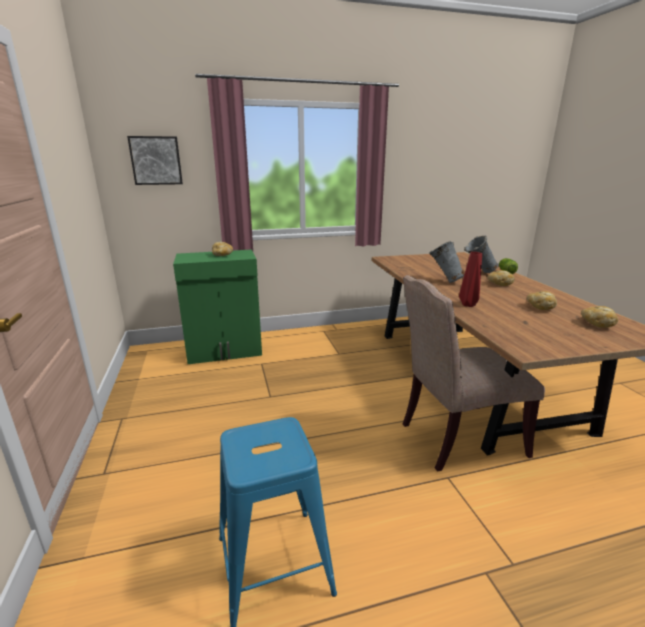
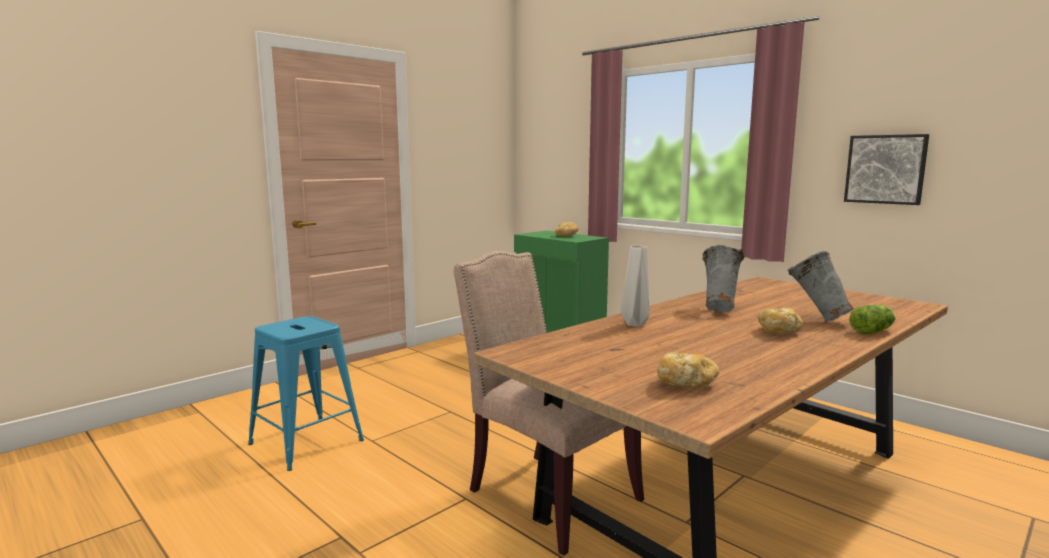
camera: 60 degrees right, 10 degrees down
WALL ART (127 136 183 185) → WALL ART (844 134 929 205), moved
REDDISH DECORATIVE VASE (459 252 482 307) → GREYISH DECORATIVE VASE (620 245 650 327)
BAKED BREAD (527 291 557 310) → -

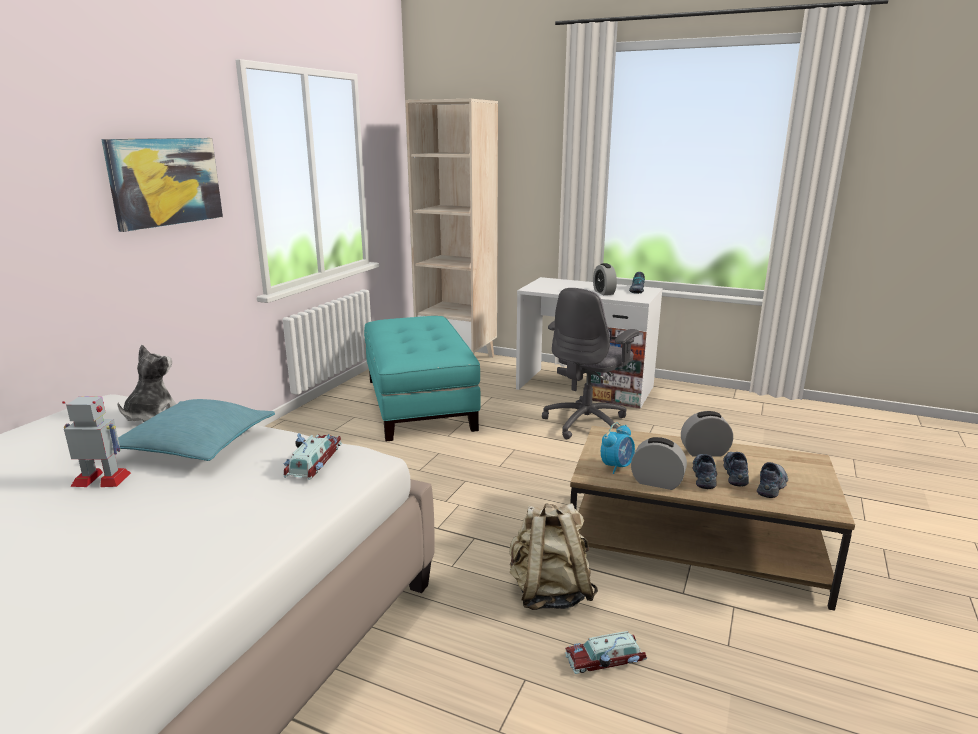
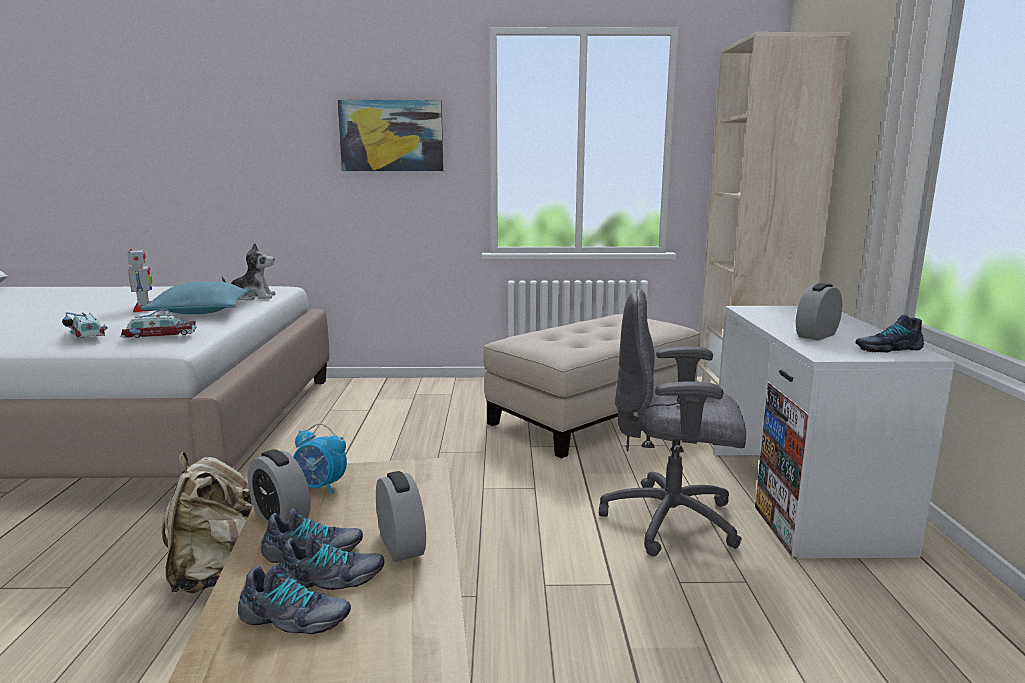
camera: 65 degrees right, 5 degrees down
TURQUOISE OTTOMAN (364 316 481 441) → SAND-COLOURED OTTOMAN (483 314 700 459)
MODEL CAR (565 631 647 674) → MODEL CAR (62 312 108 340), moved
TABLE CLOCK (631 437 687 490) → TABLE CLOCK (247 449 310 522), 135 degrees clockwise

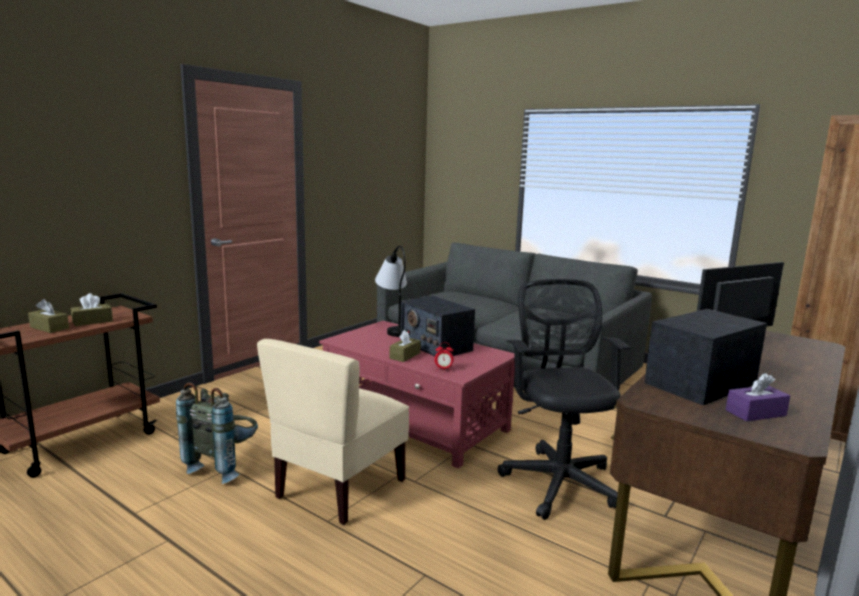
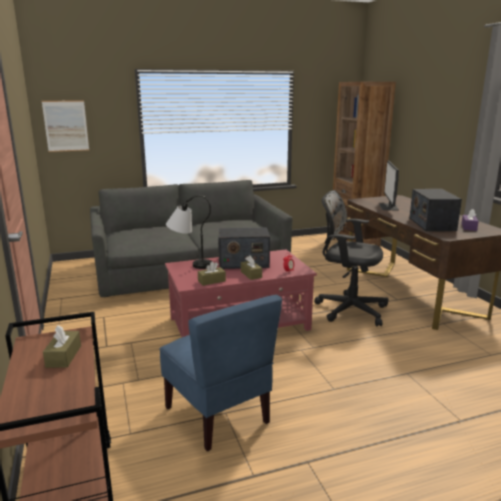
camera: 55 degrees left, 5 degrees up
BROWNISH TISSUE HOLDER (28 299 69 333) → BROWNISH TISSUE HOLDER (198 262 226 286), moved
GREYISH BACKPACK (176 382 258 484) → BLUISH PLAIN CHAIR (159 295 282 451)
SAND-COLOURED PLAIN CHAIR (257 339 409 525) → -
- → WALL ART (42 100 89 152)

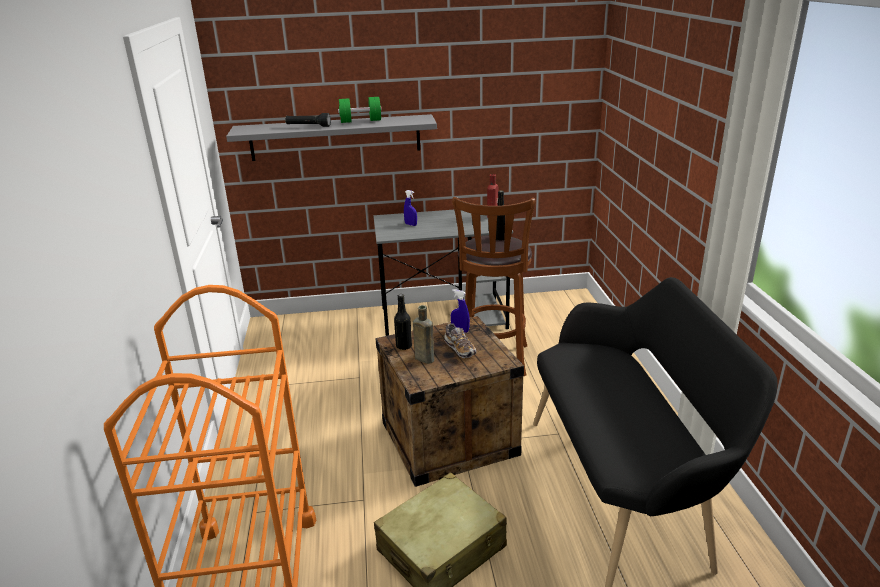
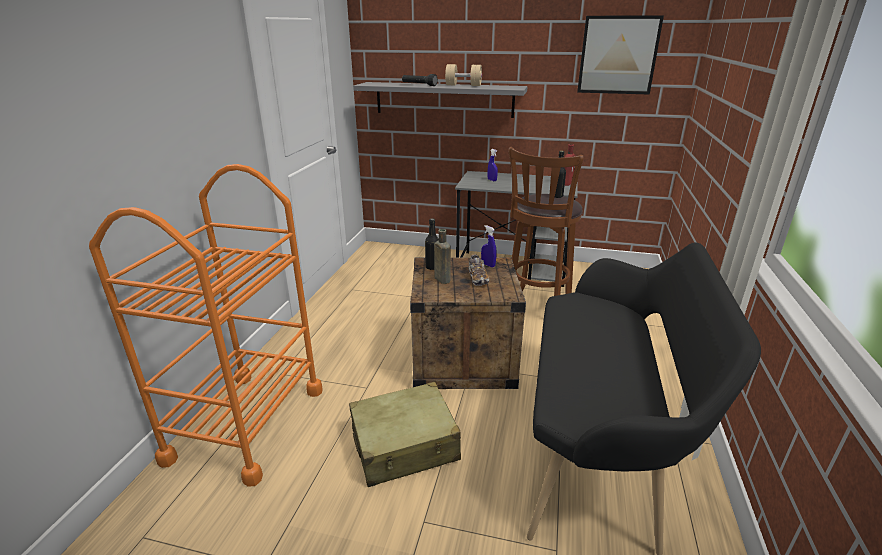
camera: 20 degrees right, 0 degrees up
GREENISH DUMBBELL (338 97 382 123) → SAND-COLOURED DUMBBELL (445 64 482 86)
- → WALL ART (577 15 664 95)

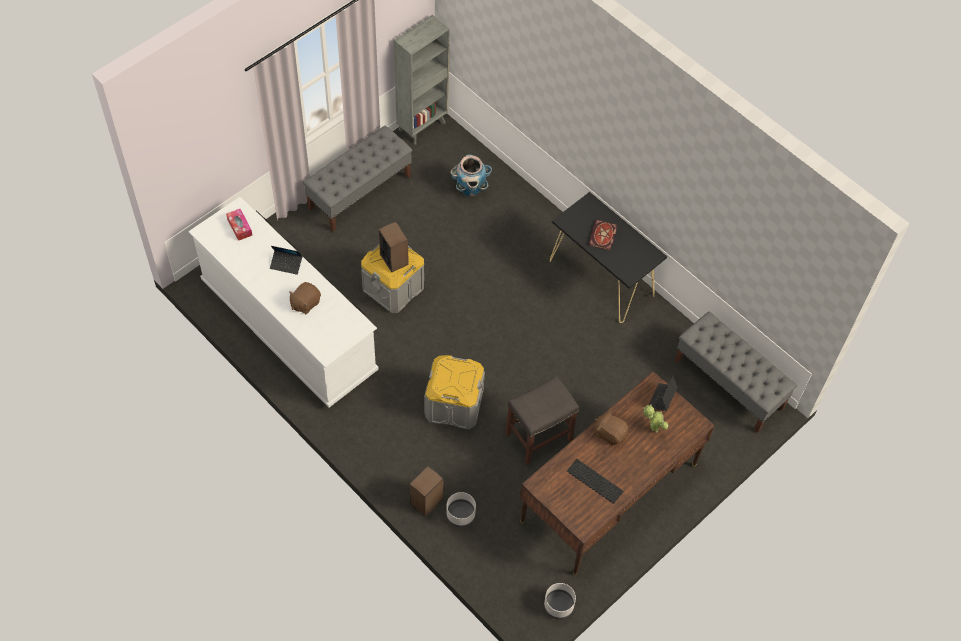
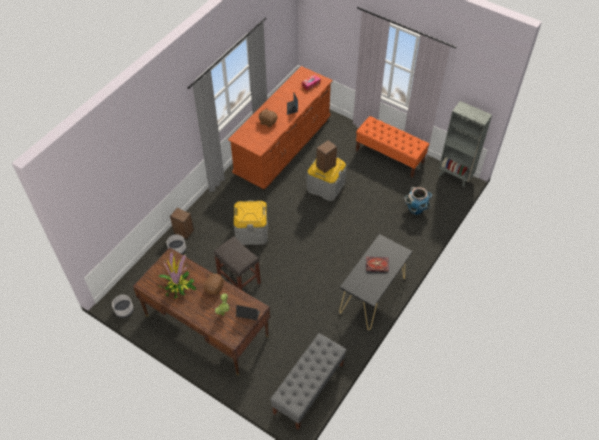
camera: 80 degrees right, 5 degrees down
WHITE-COLOURED CHEST OF DRAWERS (188 197 379 408) → BROWNISH CHEST OF DRAWERS (228 66 333 189)
GREYISH INDOOR BENCH (303 126 413 232) → ORANGEY INDOOR BENCH (356 116 429 178)
PC KEYBOARD (567 459 623 504) → PLANT IN A POT (159 251 196 299)

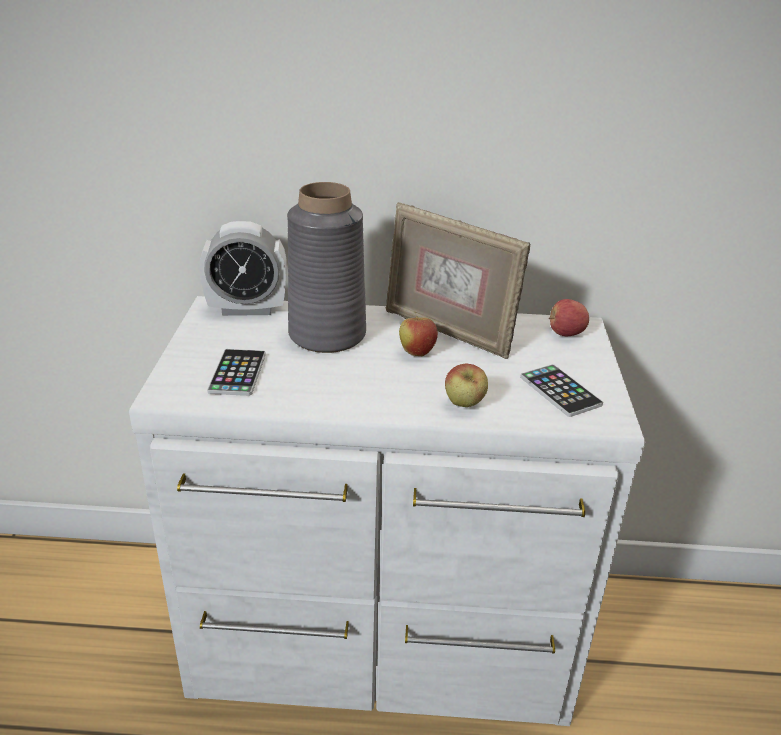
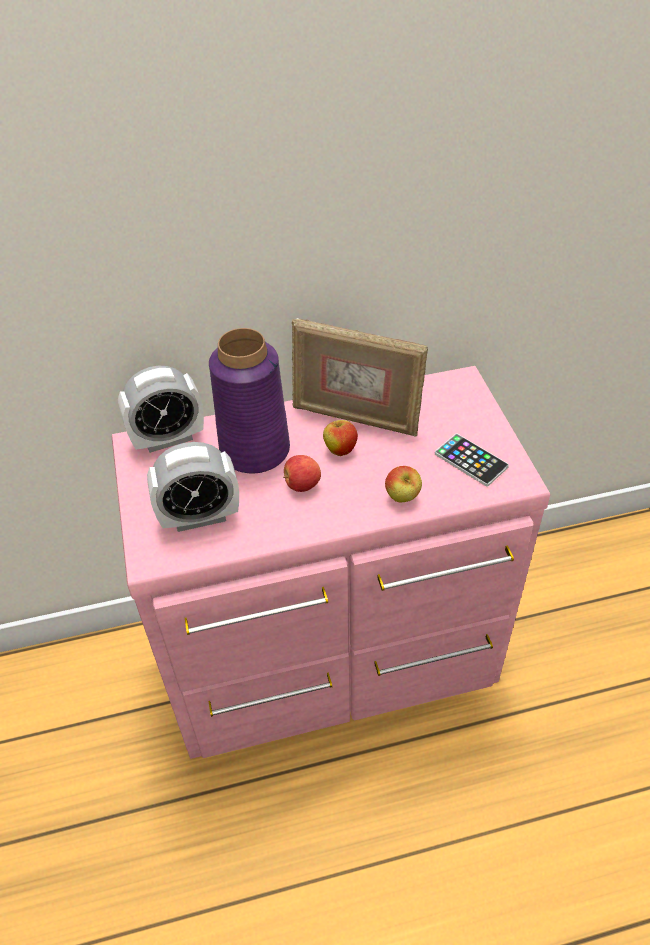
camera: 15 degrees left, 15 degrees up
WHITE-COLOURED CHEST OF DRAWERS (129 296 645 726) → PINK CHEST OF DRAWERS (112 366 550 759)
HANDSET (207 349 266 396) → TABLE CLOCK (147 442 239 532)
GREYISH DECORATIVE VASE (287 182 366 353) → PURPLISH DECORATIVE VASE (209 328 290 473)
WHOLE APPLE (549 299 589 336) → WHOLE APPLE (283 455 321 492), moved

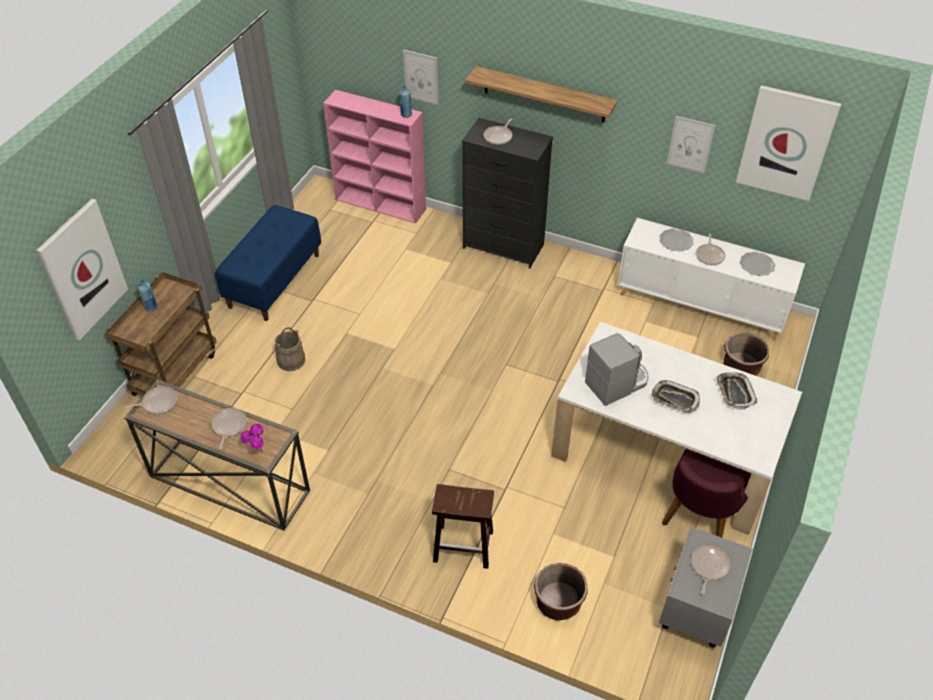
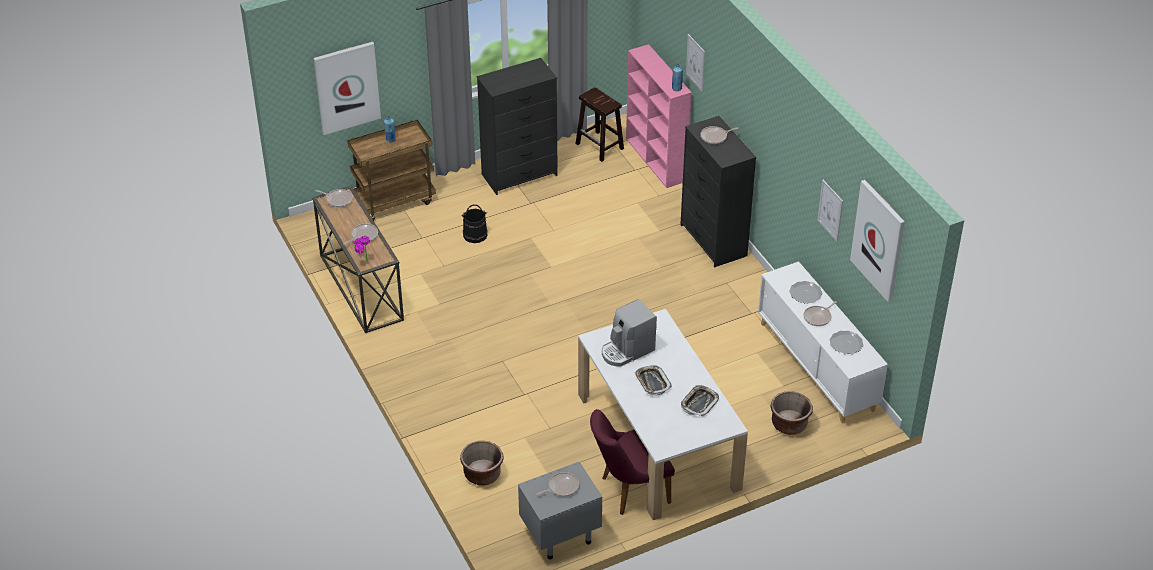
camera: 40 degrees right, 5 degrees down
BLUISH INDOOR BENCH (215 205 321 321) → BLACK CHEST OF DRAWERS (477 58 558 195)
SAND-COLOURED WATER BUCKET (275 327 305 371) → BLACK WATER BUCKET (461 204 488 243)
BROWNISH STOOL (432 484 494 569) → BROWNISH STOOL (576 87 624 162), moved
SHELF (466 66 618 122) → -
COFFEE BREWER (585 333 648 406) → COFFEE BREWER (602 299 657 367), 135 degrees clockwise

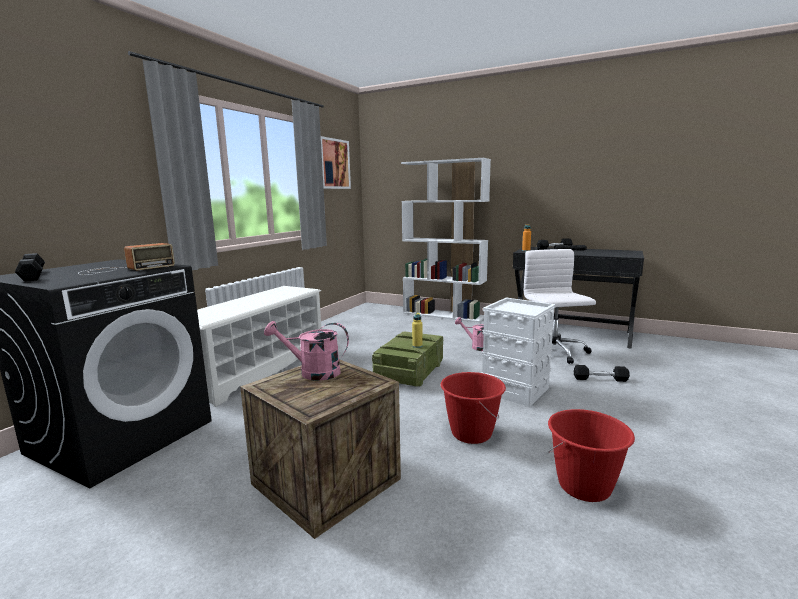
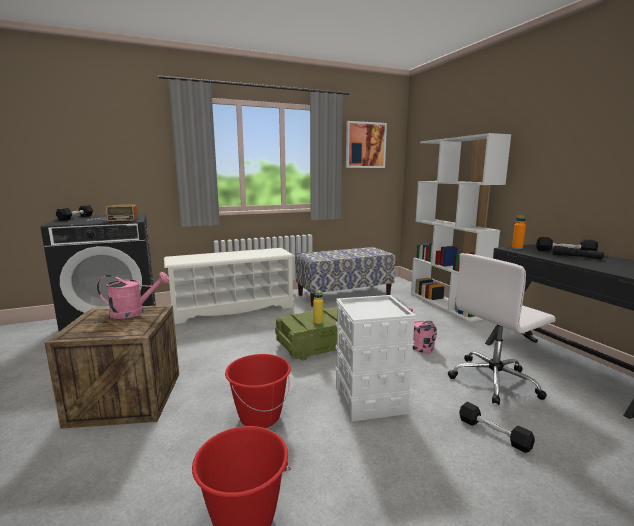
camera: 40 degrees right, 0 degrees up
PINK WATERING POT (264 321 349 381) → PINK WATERING POT (97 272 169 319), 120 degrees clockwise
WHITE-COLOURED DESK CHAIR (524 249 596 364) → WHITE-COLOURED DESK CHAIR (448 253 556 405), 150 degrees counterclockwise
- → INDOOR BENCH (295 247 396 307)

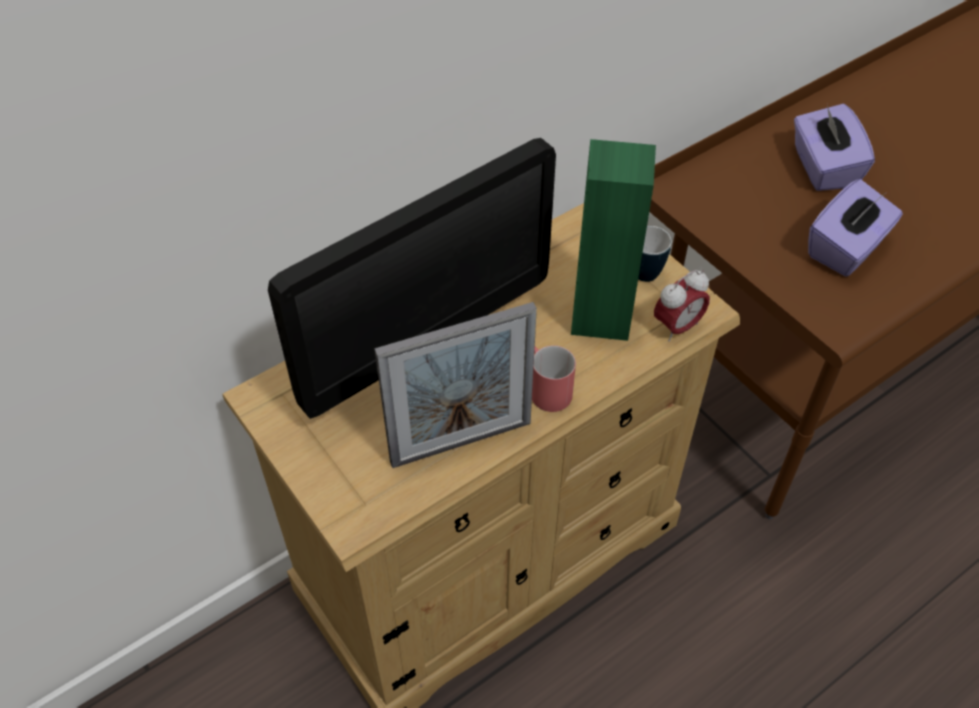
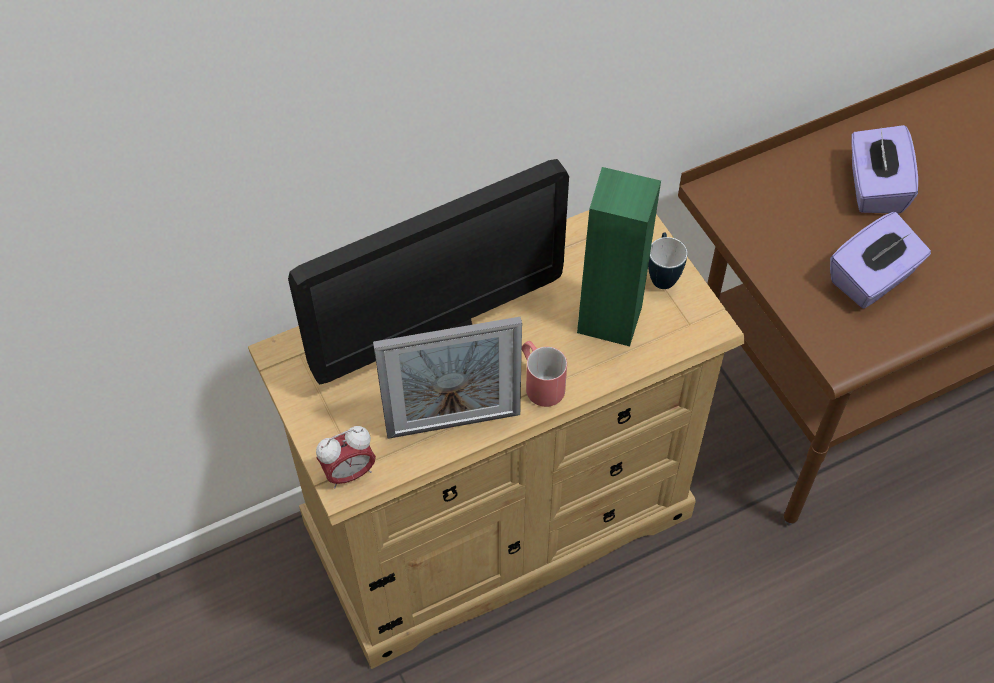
camera: 10 degrees right, 5 degrees up
TABLE CLOCK (654 270 710 342) → TABLE CLOCK (316 426 376 488), moved

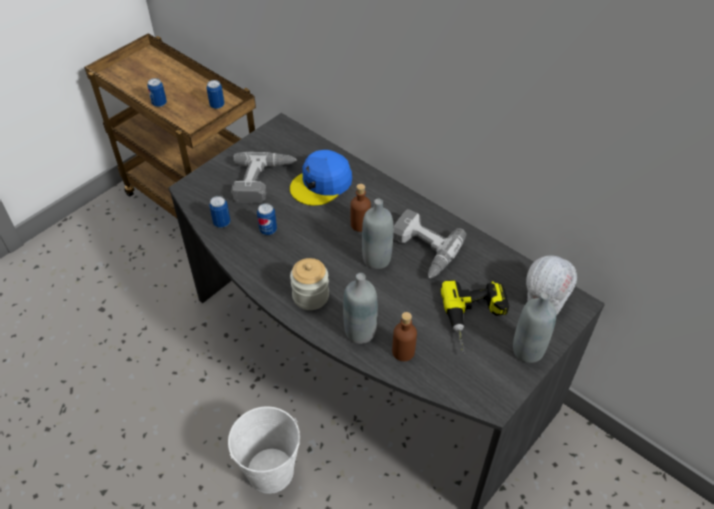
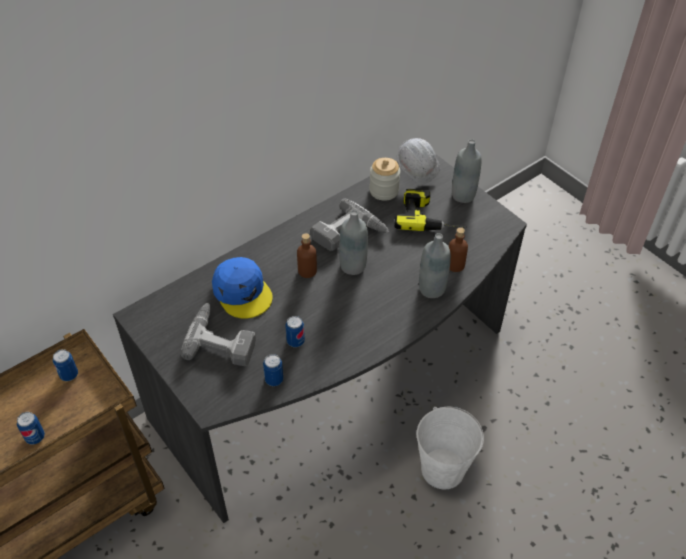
camera: 80 degrees left, 0 degrees up
STORAGE JAR (290 258 329 310) → STORAGE JAR (369 158 401 201), moved

